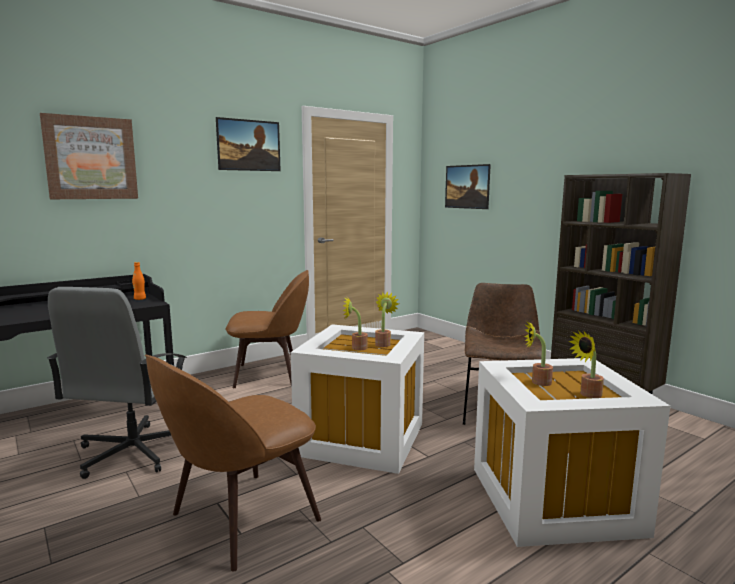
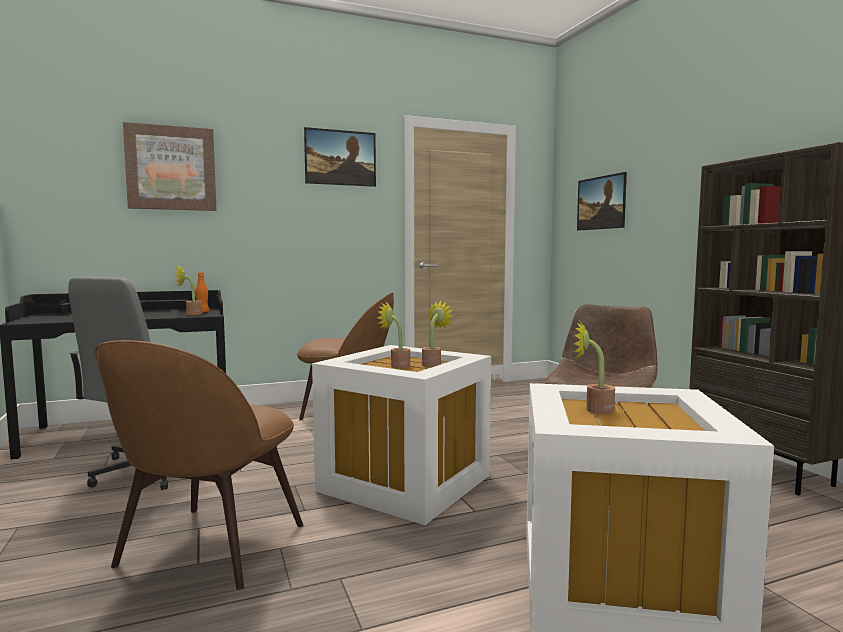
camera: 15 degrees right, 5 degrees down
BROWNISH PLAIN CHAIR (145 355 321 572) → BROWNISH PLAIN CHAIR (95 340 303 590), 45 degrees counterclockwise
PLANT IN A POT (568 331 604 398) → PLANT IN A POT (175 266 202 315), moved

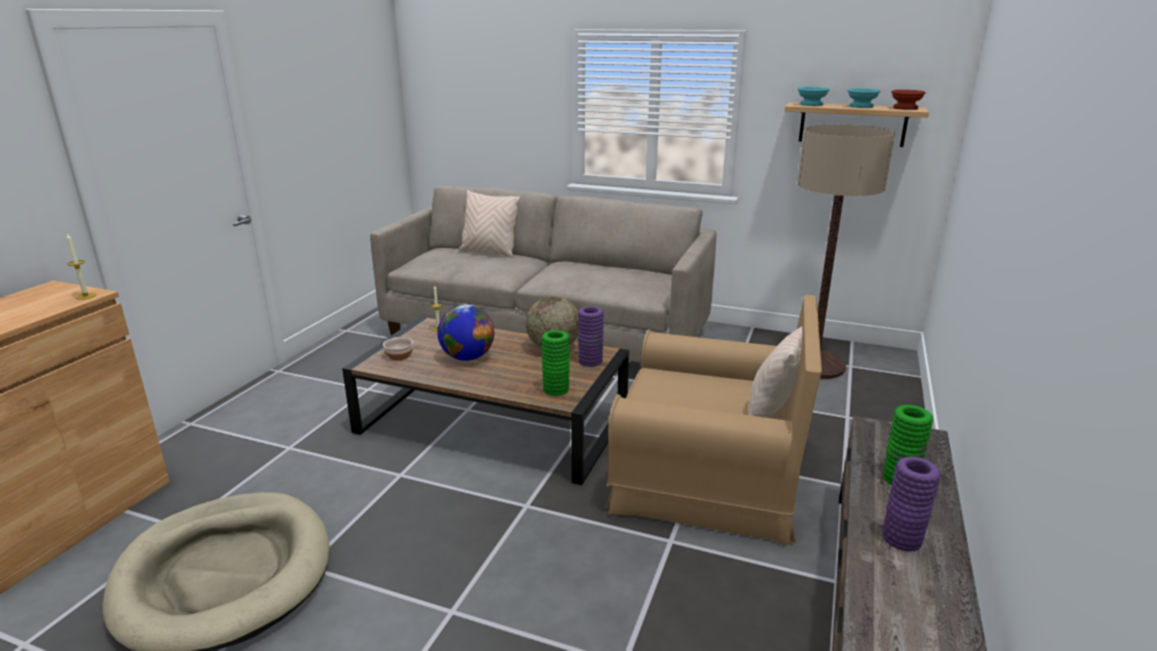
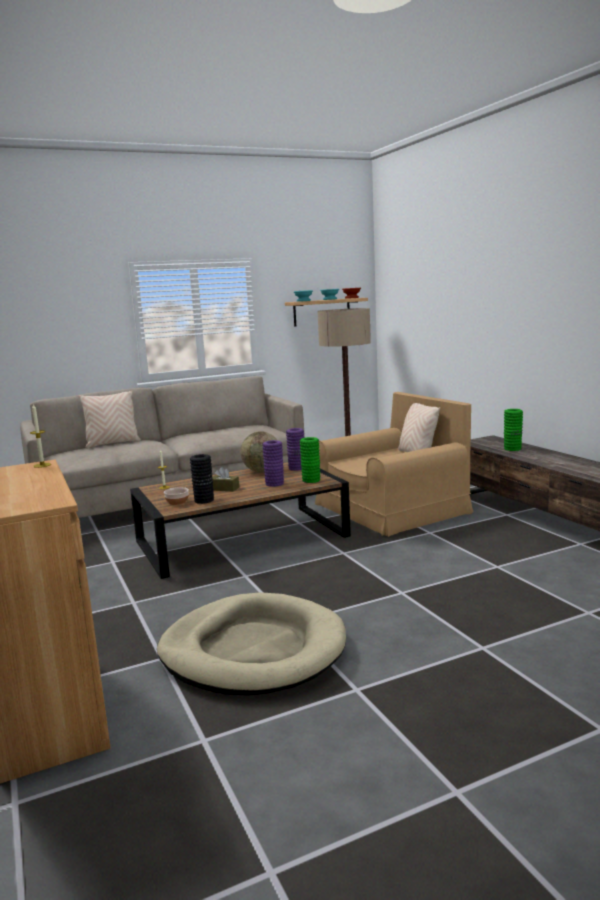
camera: 45 degrees left, 10 degrees down
DESK GLOBE (437 304 494 361) → BROWNISH TISSUE HOLDER (212 467 239 492)
PURPLISH DECORATIVE VASE (882 457 941 552) → PURPLISH DECORATIVE VASE (263 440 284 487), moved
- → BLACK DECORATIVE VASE (190 454 214 504)

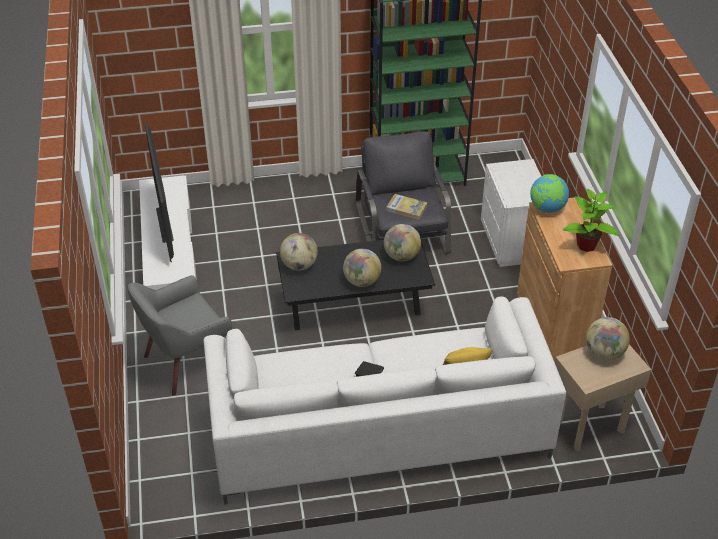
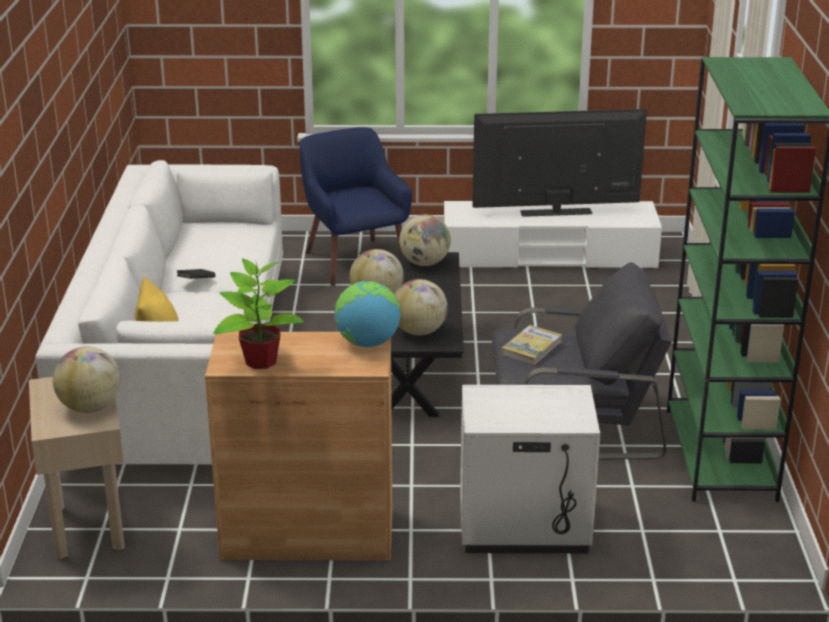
camera: 100 degrees right, 15 degrees down
GREYISH LOUNGE CHAIR (128 275 232 396) → BLUISH LOUNGE CHAIR (300 127 412 286)

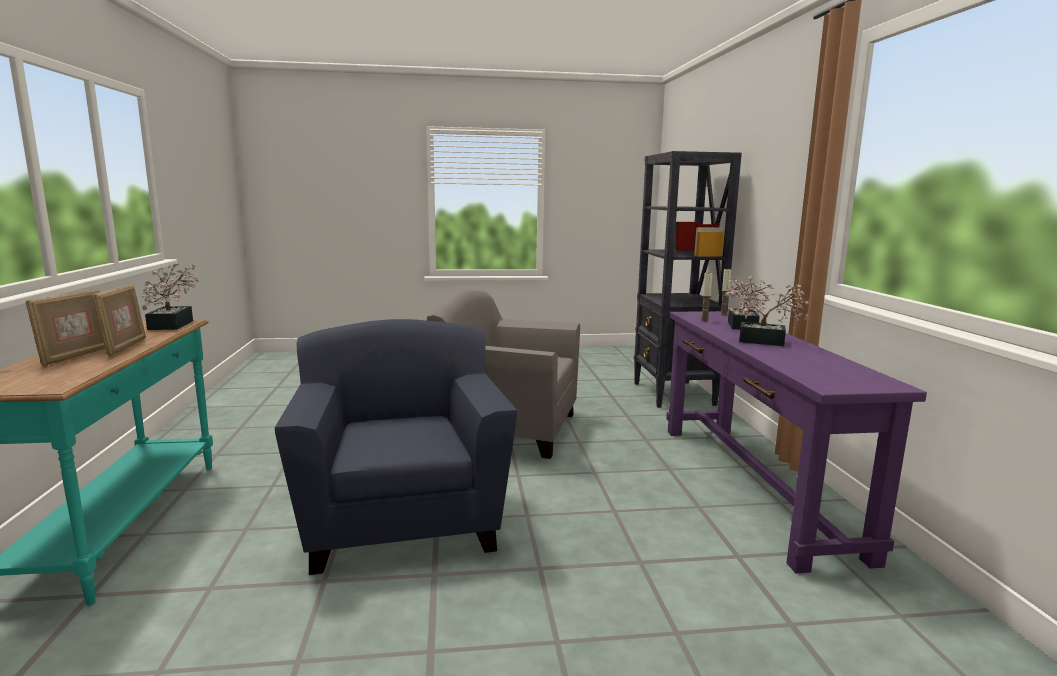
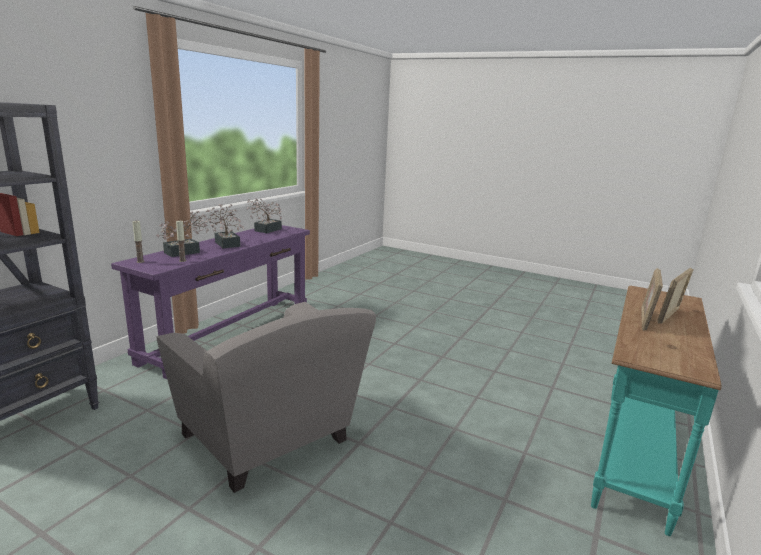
camera: 145 degrees left, 5 degrees up
PLANT IN A POT (141 263 199 330) → PLANT IN A POT (247 199 282 233), moved
BLUISH LOUNGE CHAIR (275 319 517 575) → -

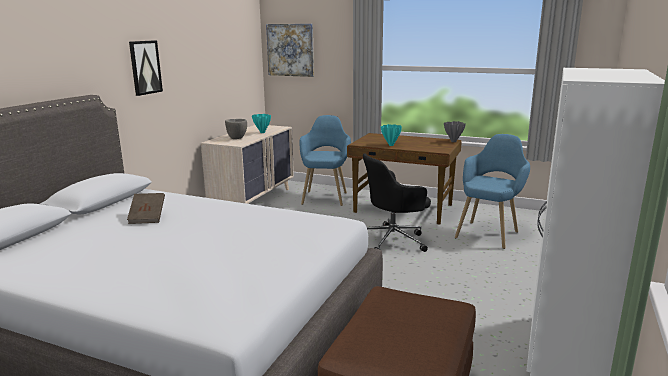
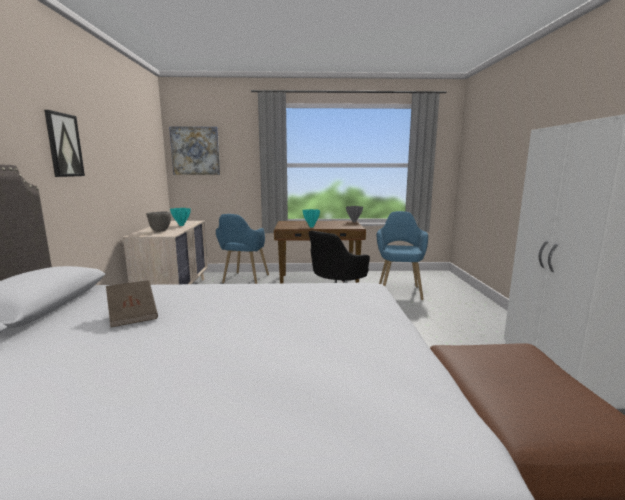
camera: 25 degrees left, 5 degrees down
BLUISH LOUNGE CHAIR (300 115 351 206) → BLUISH LOUNGE CHAIR (216 214 269 284), 150 degrees counterclockwise

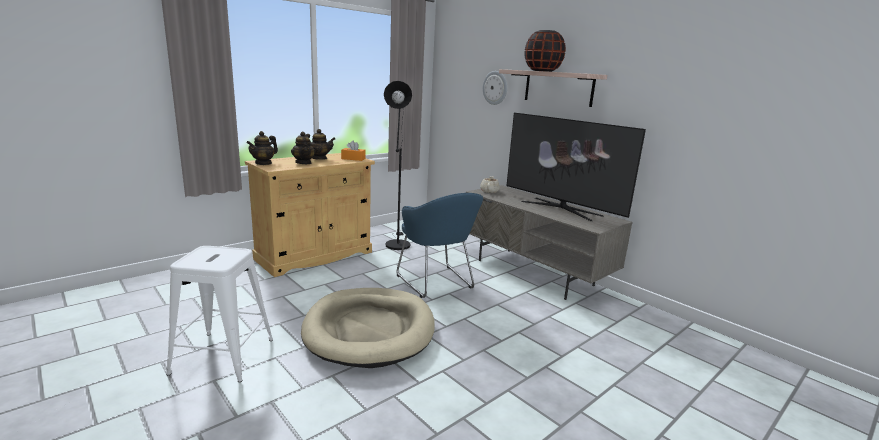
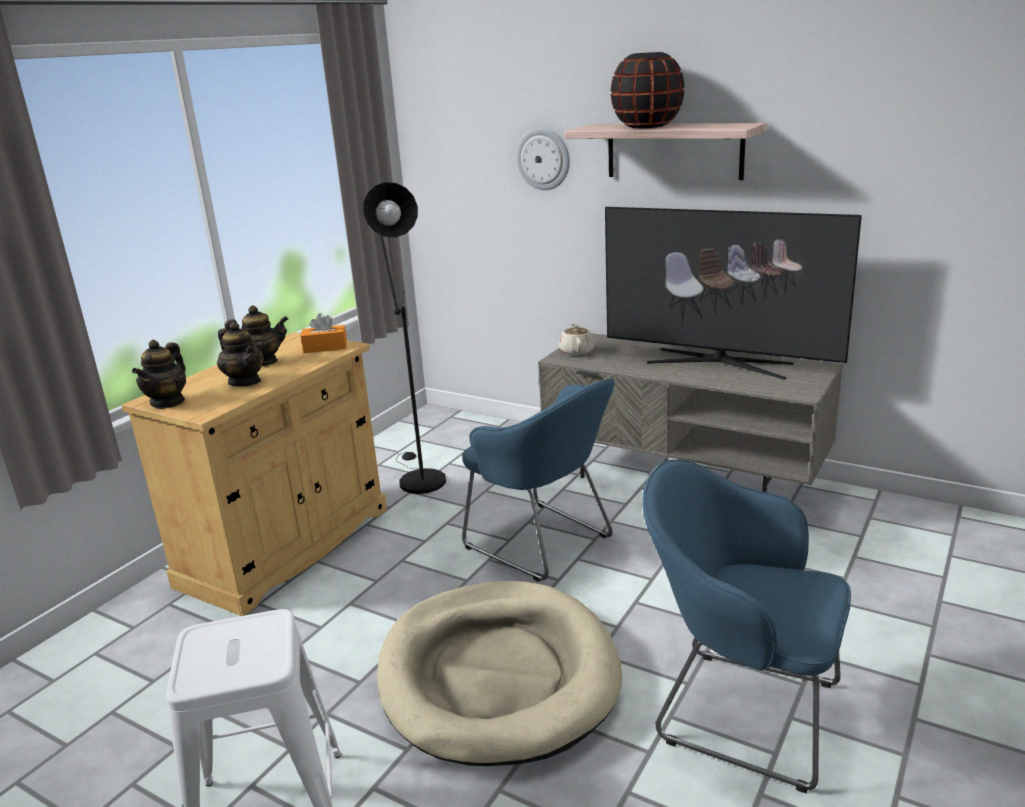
camera: 15 degrees left, 5 degrees up
- → BLUISH LOUNGE CHAIR (642 459 851 793)

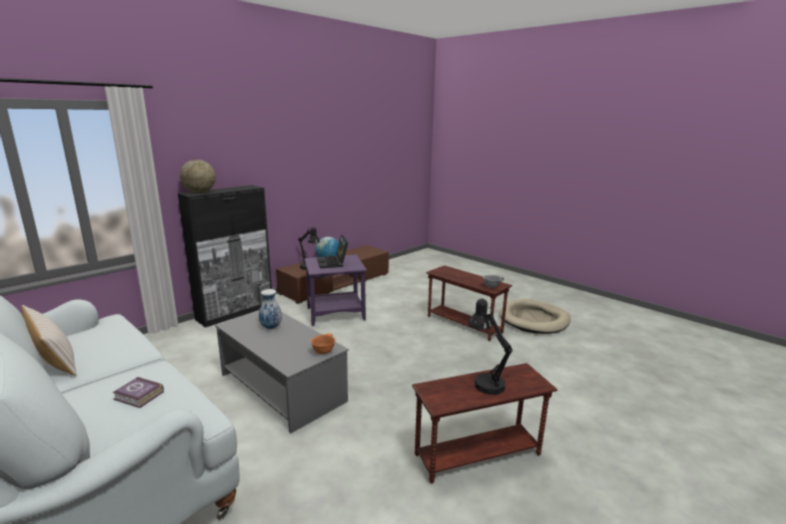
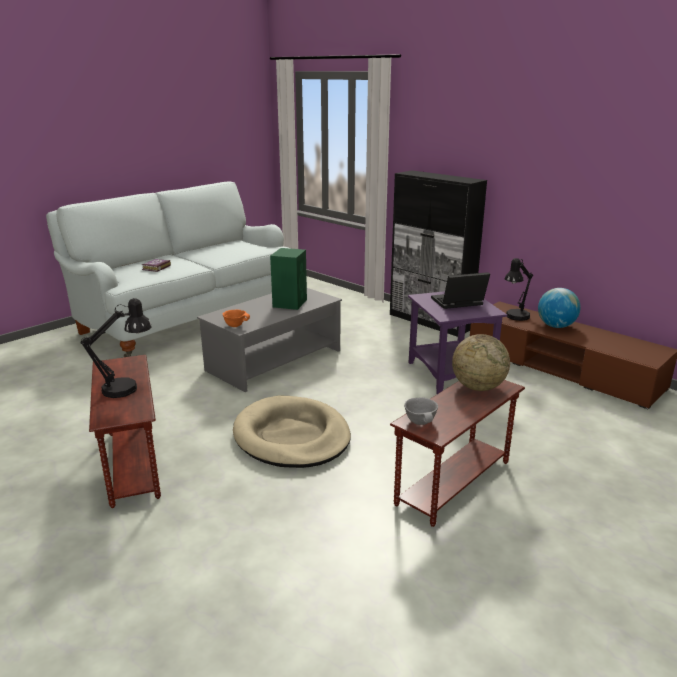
camera: 90 degrees right, 5 degrees up
SAND-COLOURED THROW PILLOW (22 305 77 376) → -
DESK GLOBE (180 160 216 193) → DESK GLOBE (452 334 510 391), moved
DECORATIVE VASE (259 289 282 329) → GREENISH LOUDSPEAKER (270 248 307 310)
SAND-COLOURED DOG CUSHION (500 299 571 334) → SAND-COLOURED DOG CUSHION (233 396 351 468), moved

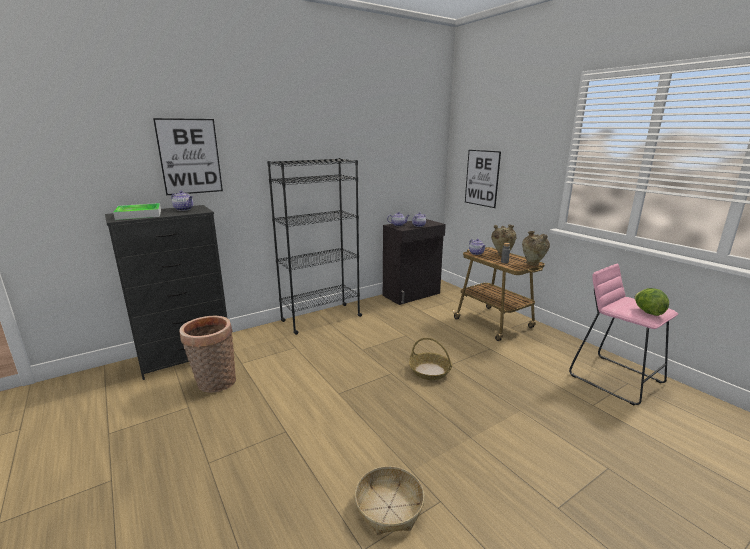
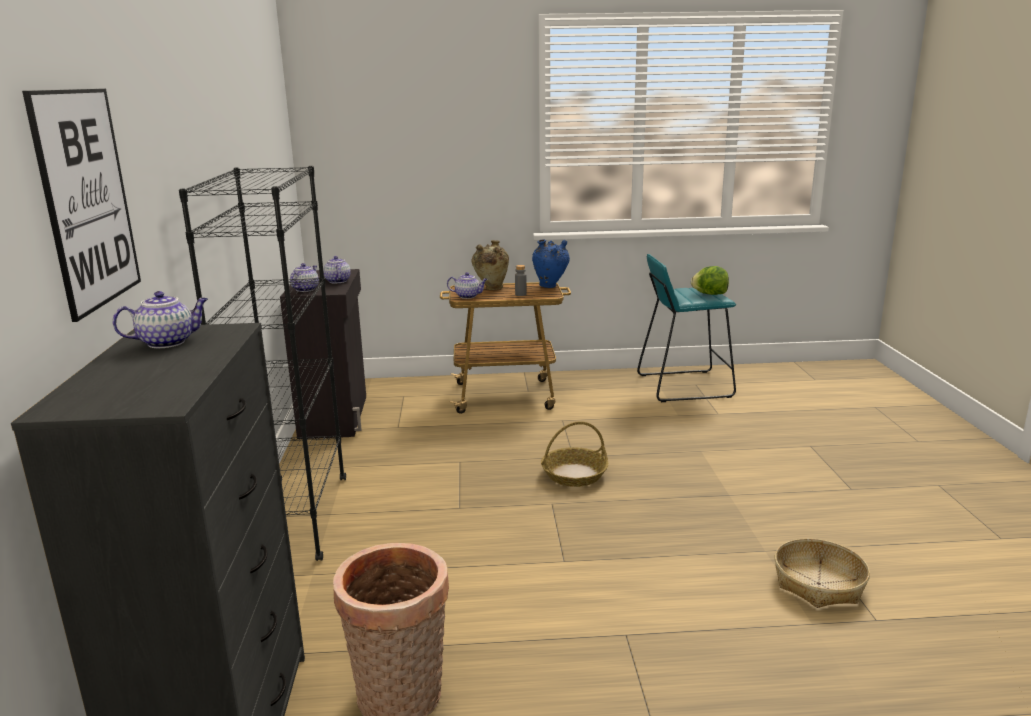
camera: 60 degrees left, 0 degrees up
TRAY (113 203 161 220) → -
WALL ART (465 150 501 208) → -
SAND-COLOURED DECORATIVE VASE (522 231 550 265) → BLUISH DECORATIVE VASE (532 239 570 288)
PINK STOOL (569 264 678 406) → TURQUOISE STOOL (637 254 736 402)

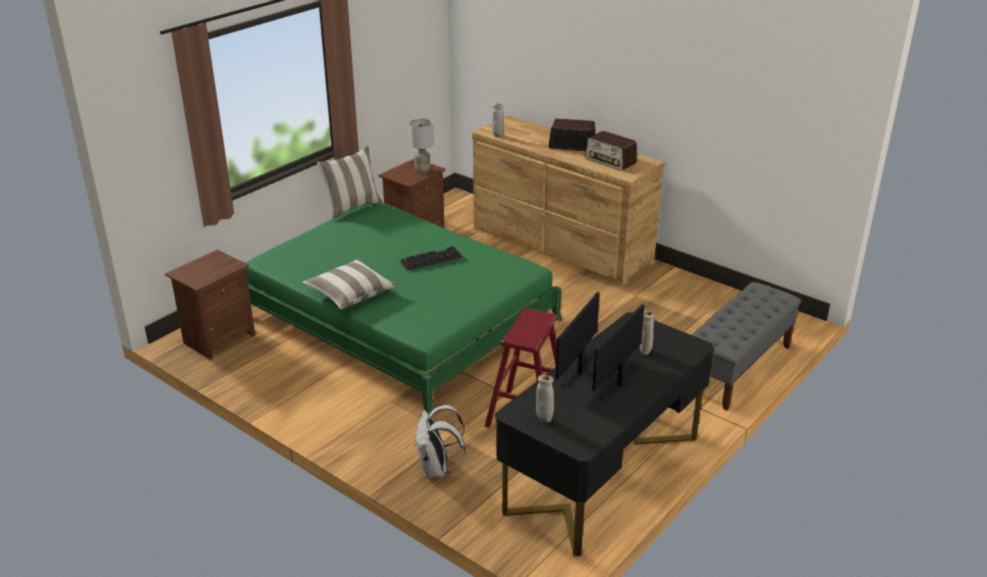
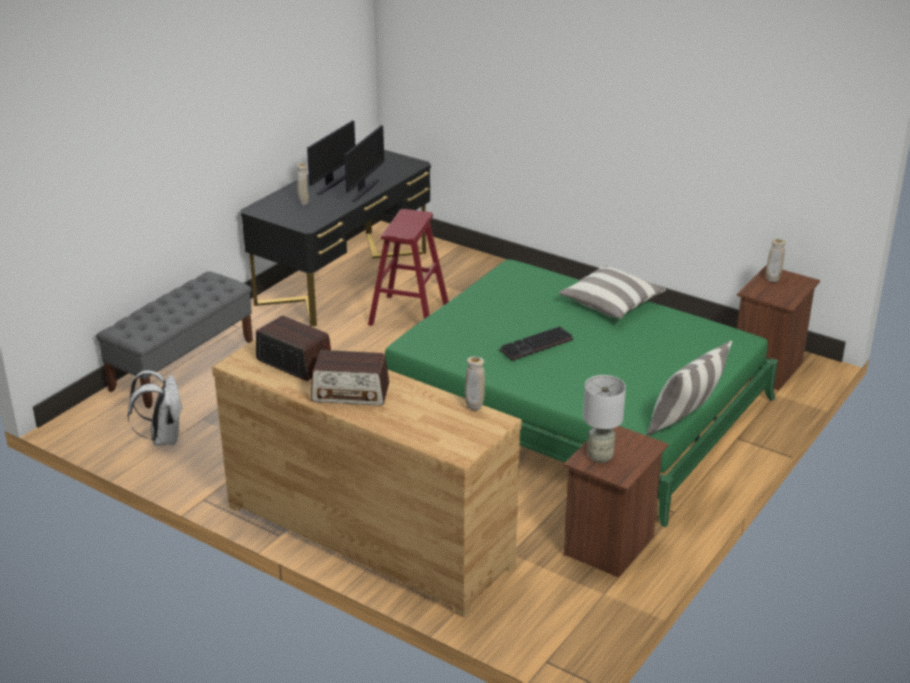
camera: 175 degrees right, 0 degrees up
WHITE-COLOURED BACKPACK (415 405 465 477) → WHITE-COLOURED BACKPACK (127 370 183 446), moved
SAND-COLOURED DECORATIVE VASE (536 375 554 423) → SAND-COLOURED DECORATIVE VASE (766 239 786 282), moved

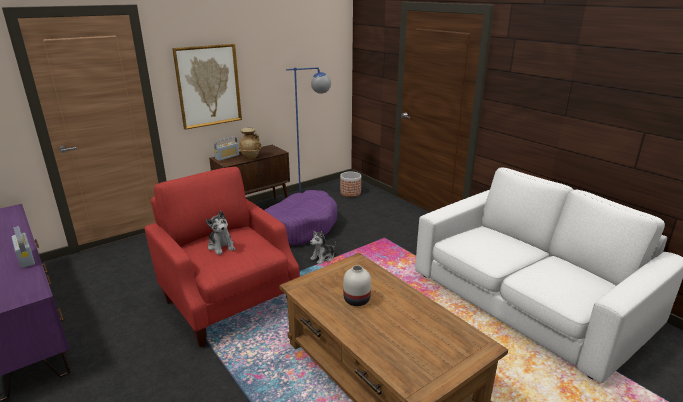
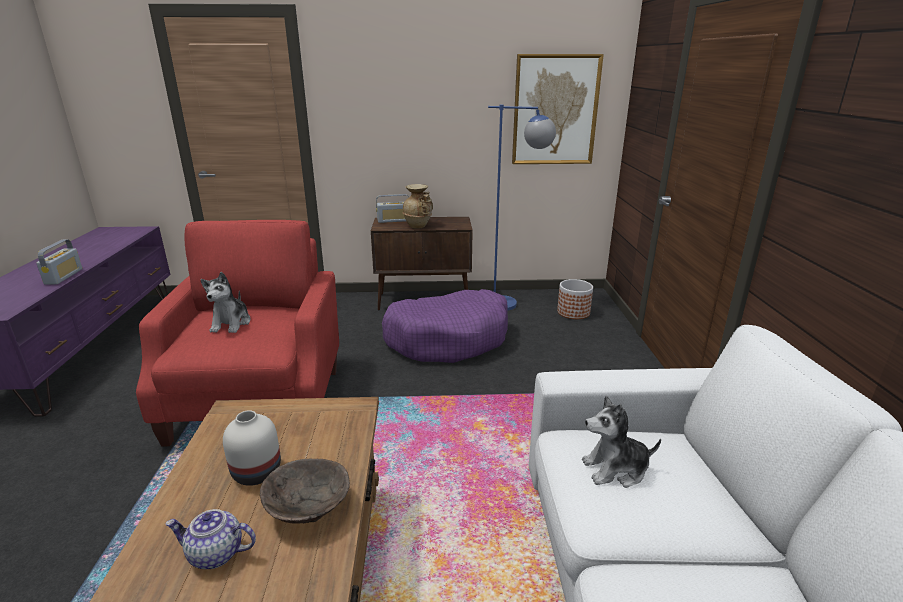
camera: 35 degrees right, 0 degrees up
WALL ART (172 44 242 130) → WALL ART (512 54 604 164), moved
PLUSH TOY (310 231 336 264) → PLUSH TOY (582 396 661 488), moved
- → POT FOR TEA (165 509 256 569)
- → BROWNISH BOWL (260 459 350 524)

